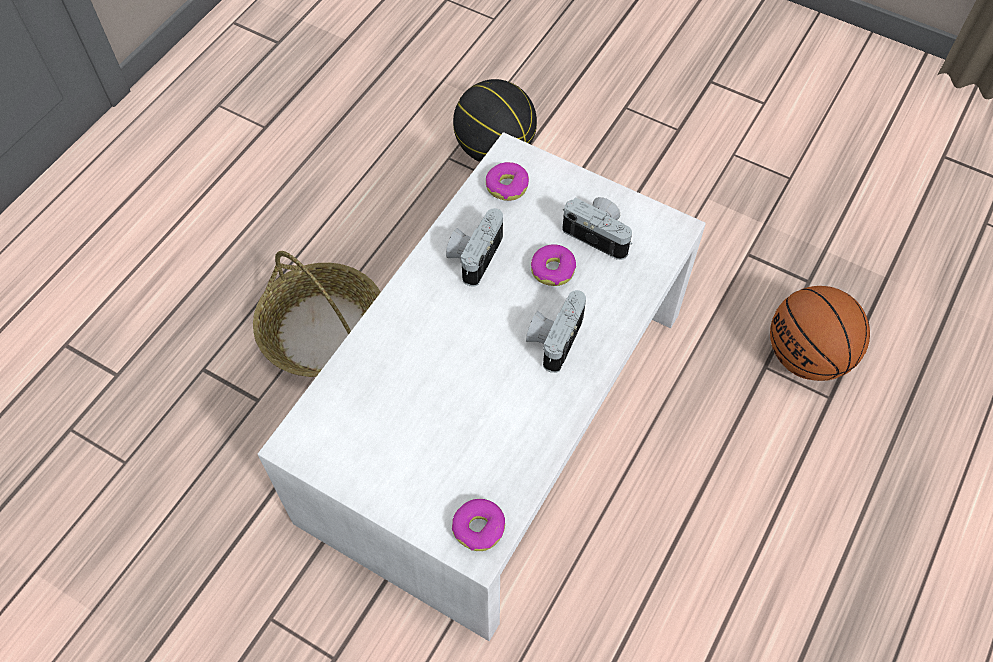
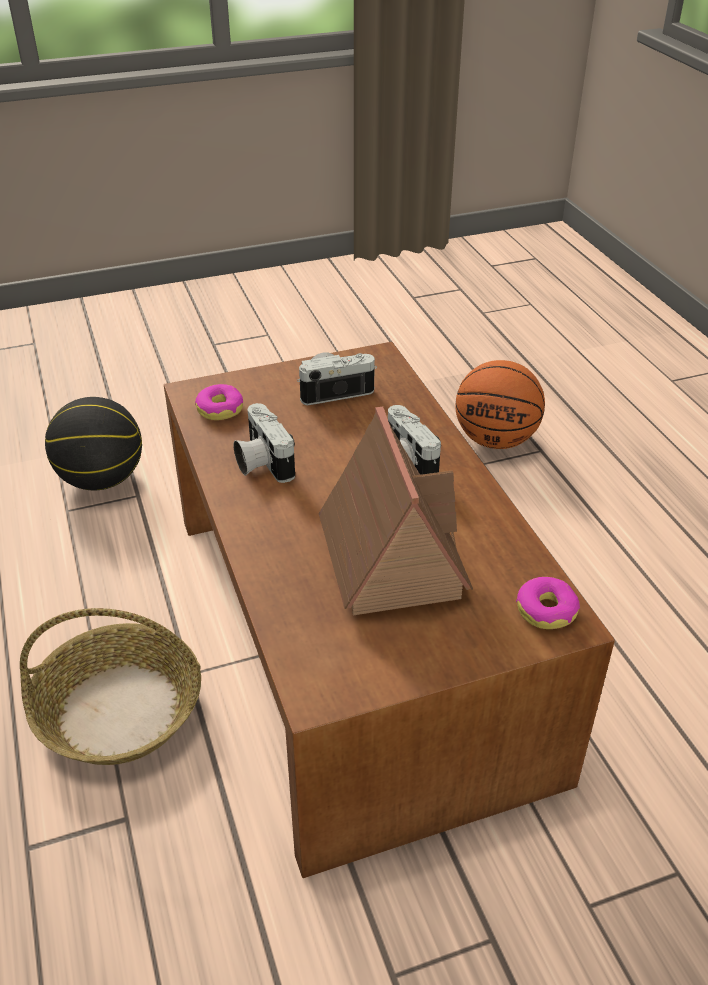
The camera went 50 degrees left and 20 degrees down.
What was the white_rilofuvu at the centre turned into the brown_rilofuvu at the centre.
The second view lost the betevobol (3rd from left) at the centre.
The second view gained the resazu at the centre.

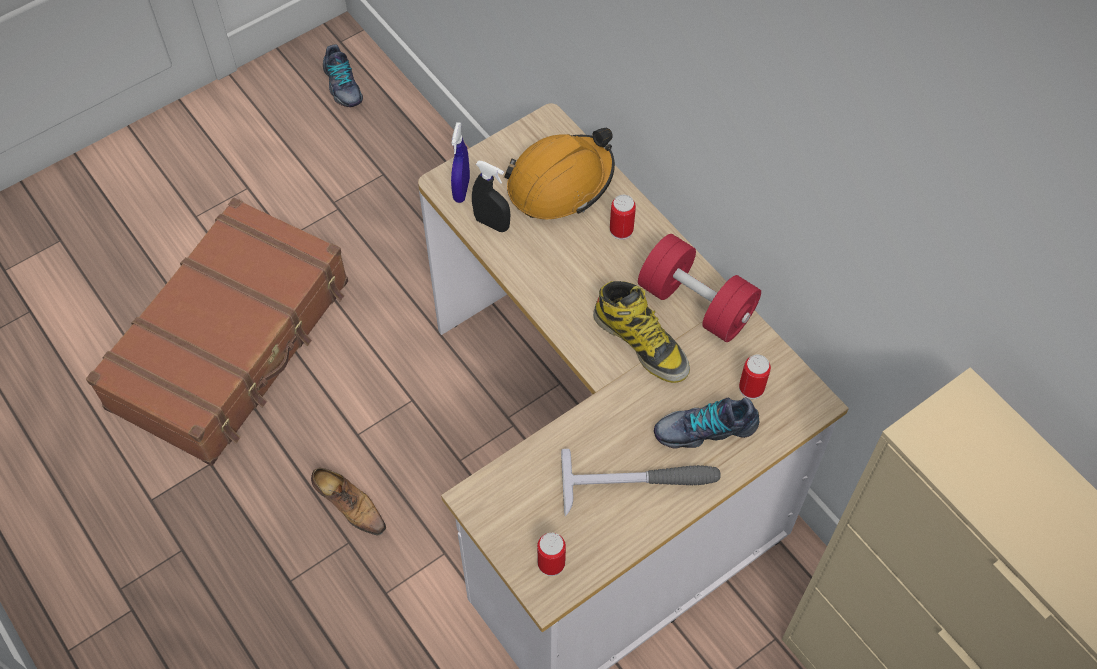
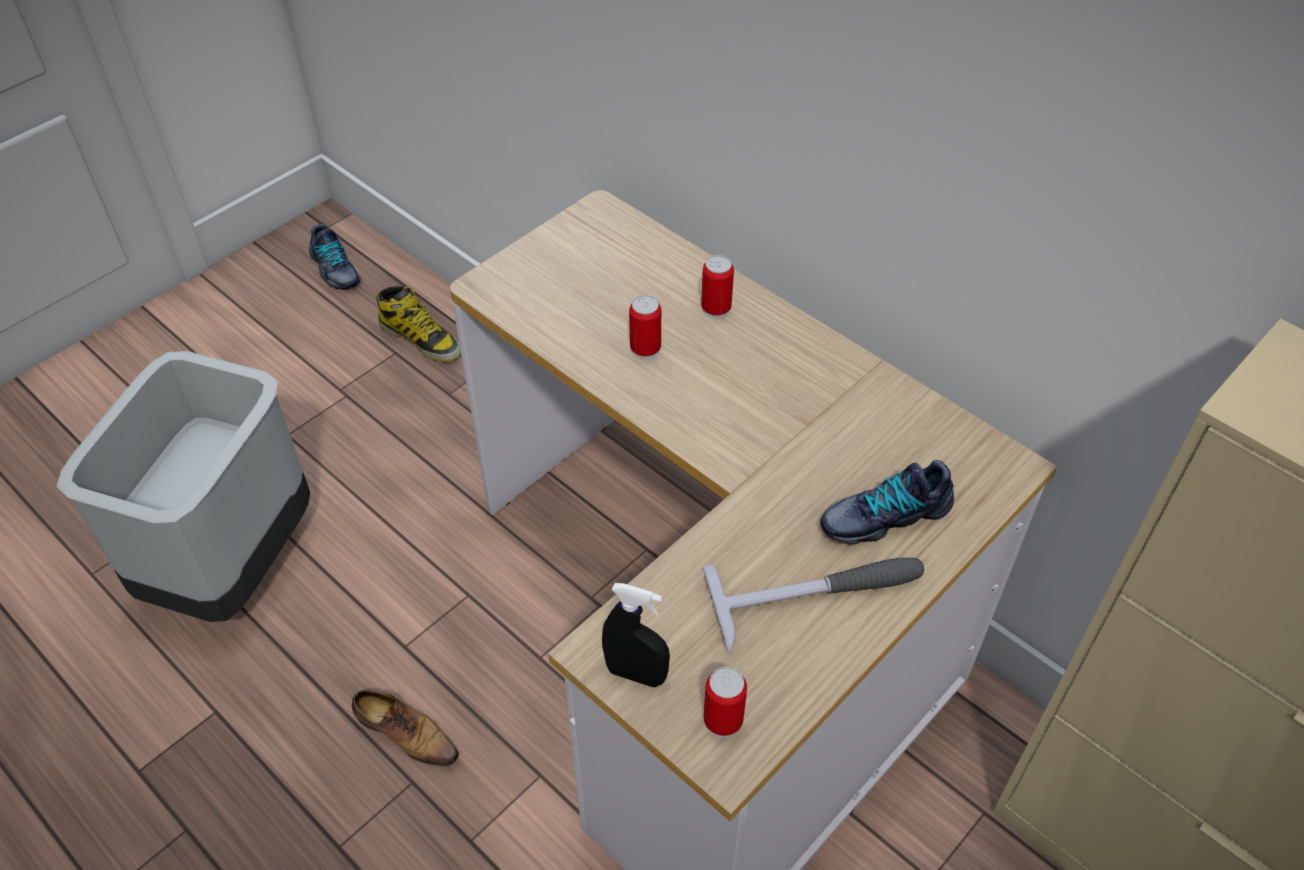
The camera went 10 degrees left and 10 degrees down.
The second view lost the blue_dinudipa at the top centre.
The second view lost the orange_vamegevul at the top centre.
The black_dinudipa ended up elsewhere, having gone from the top centre to the bottom centre.
Where the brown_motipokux stood at the middle left, the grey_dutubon came to stand at the middle left.
The second view lost the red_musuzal at the centre.
The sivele ended up elsewhere, having gone from the centre to the middle left.
The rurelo (3rd from left in the first image) ended up elsewhere, having gone from the middle right to the centre.

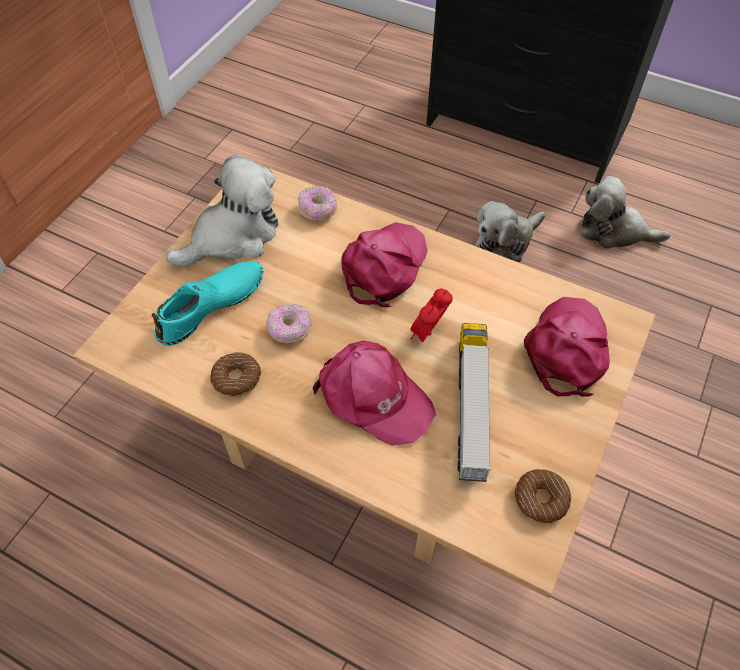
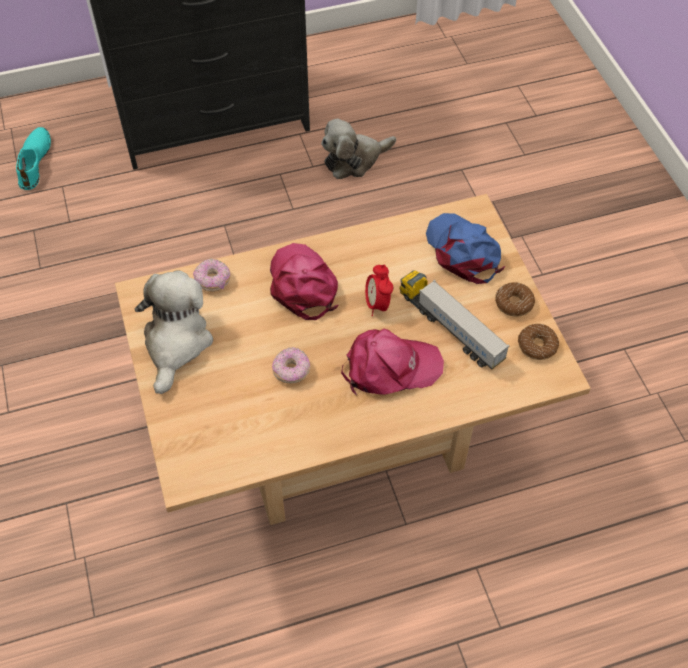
The camera went 45 degrees left and 0 degrees up.
The second view lost the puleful (2nd from left) at the middle right.
The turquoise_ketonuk ended up elsewhere, having gone from the middle left to the top left.
What was the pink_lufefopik (3rd from left) at the middle right turned into the blue_lufefopik at the middle right.
The betevobol (1st from left in the first image) ended up elsewhere, having gone from the middle left to the middle right.

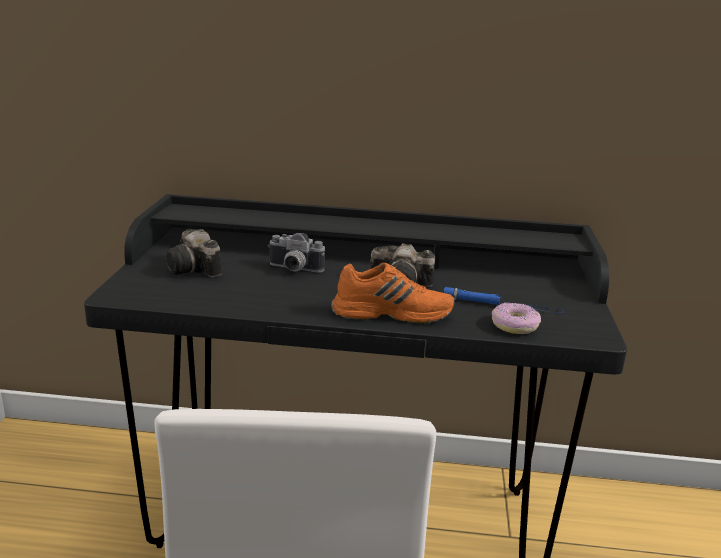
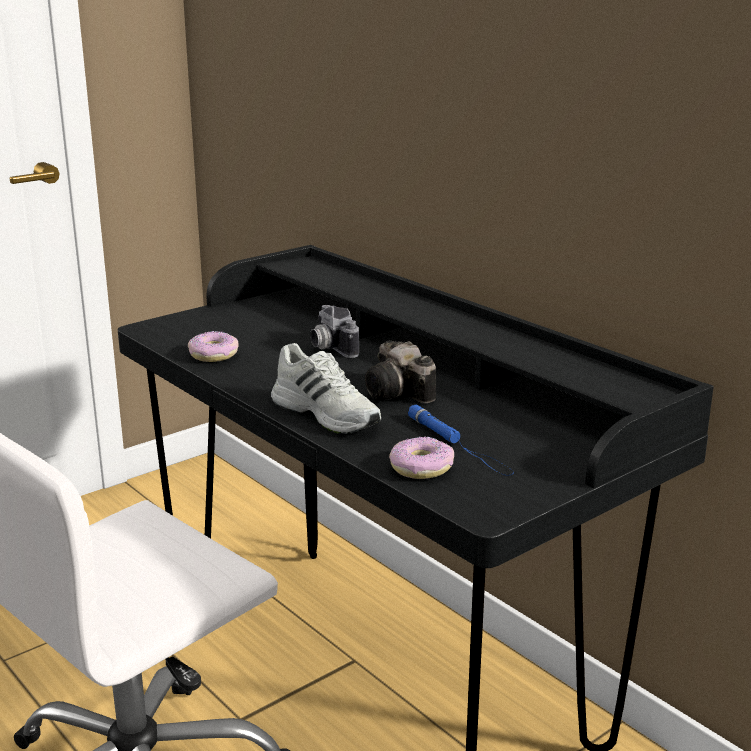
The camera went 45 degrees right and 0 degrees up.
The second view lost the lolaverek (1st from left) at the middle left.
What was the orange_ketonuk at the centre turned into the white_ketonuk at the centre.
The second view gained the betevobol (1st from left) at the middle left.

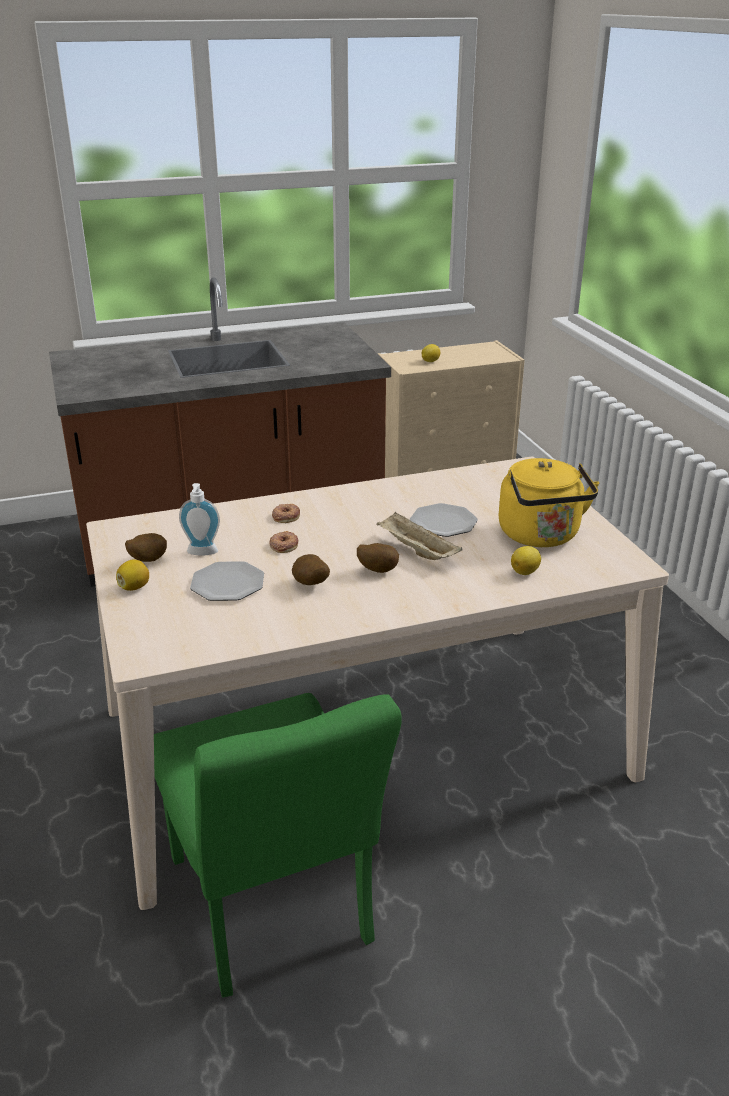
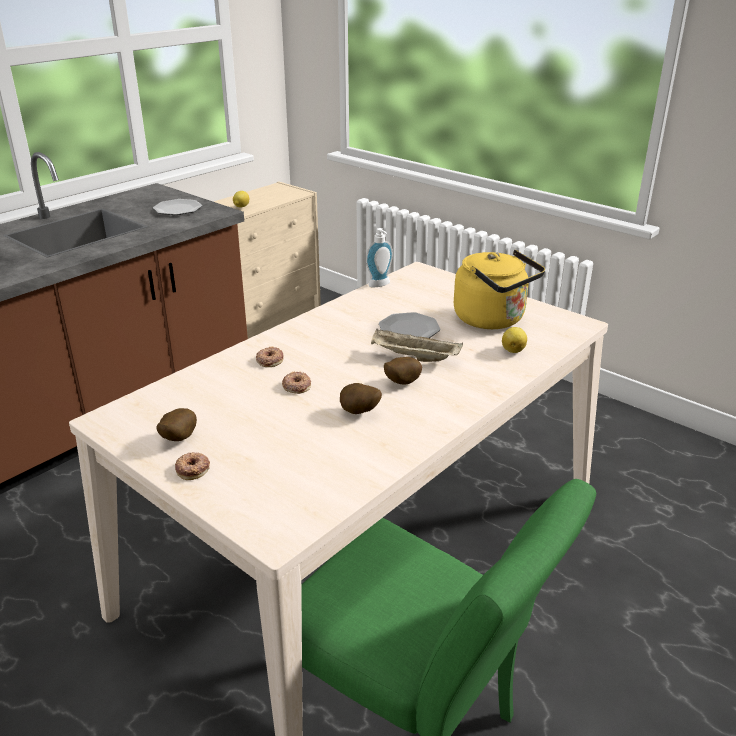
The camera went 30 degrees left and 0 degrees up.
The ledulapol ended up elsewhere, having gone from the middle left to the centre.
Where the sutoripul (1st from left) stood at the middle left, the betevobol (1st from left) came to stand at the middle left.
The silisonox (1st from left) ended up elsewhere, having gone from the middle left to the top left.

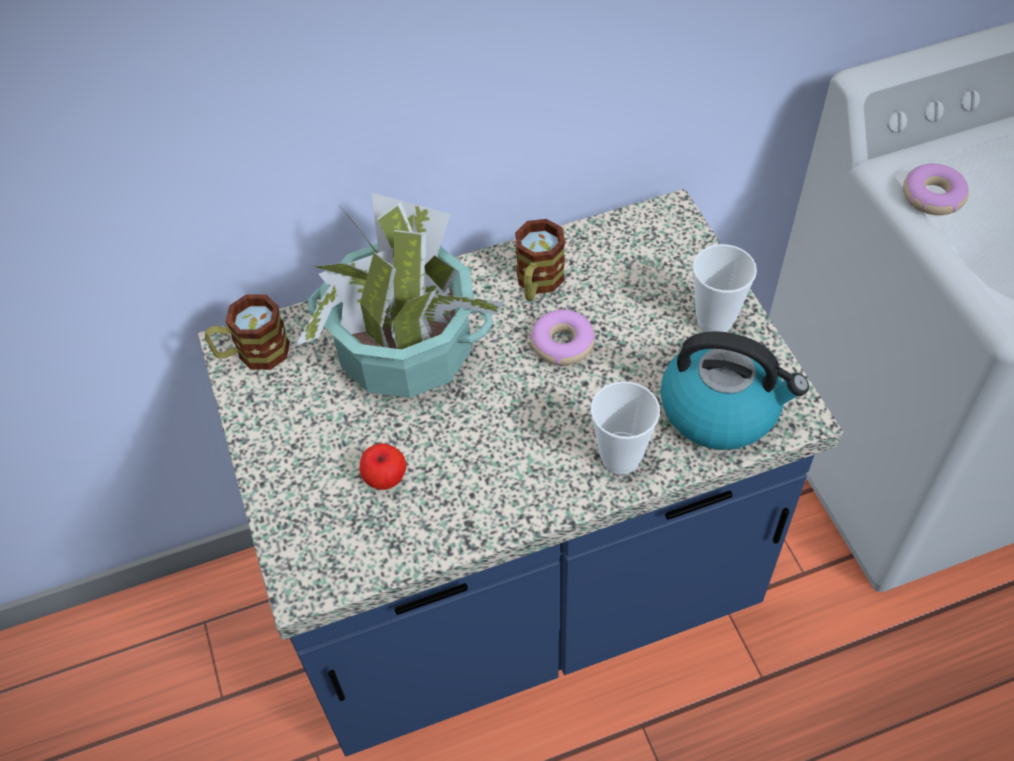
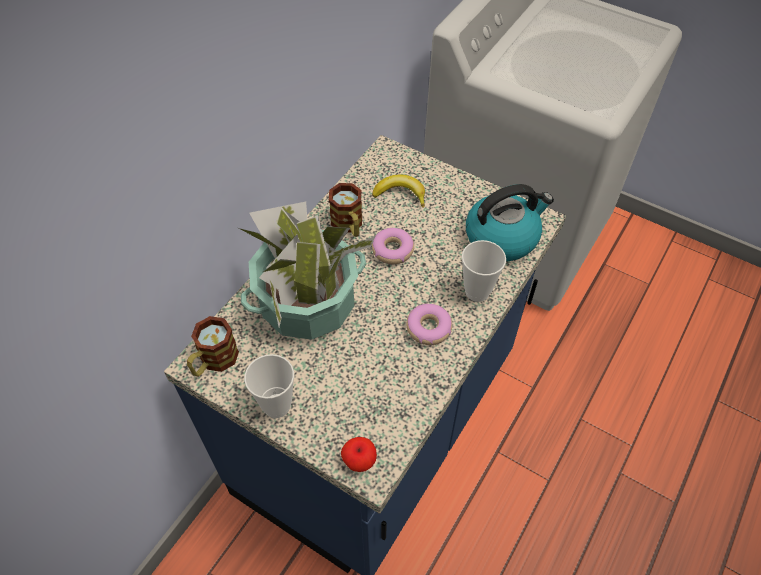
The camera went 40 degrees left and 0 degrees up.
The betevobol (2nd from left) ended up elsewhere, having gone from the top right to the centre.
The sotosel (2nd from left in the first image) ended up elsewhere, having gone from the middle right to the bottom centre.
The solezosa ended up elsewhere, having gone from the centre to the bottom centre.
The second view gained the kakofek at the top centre.

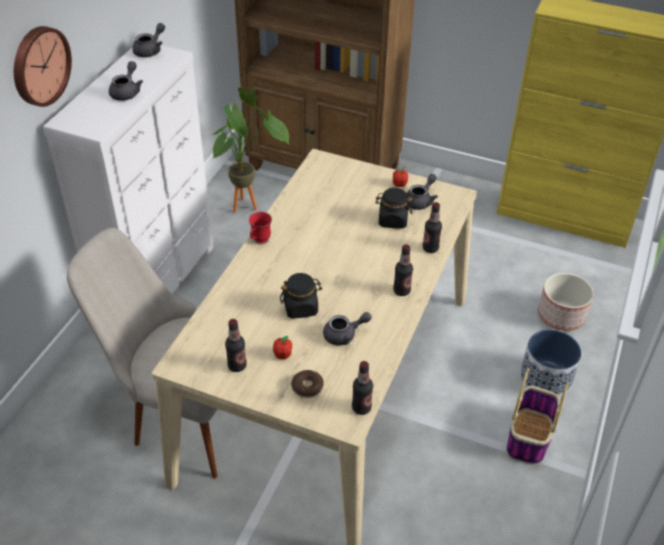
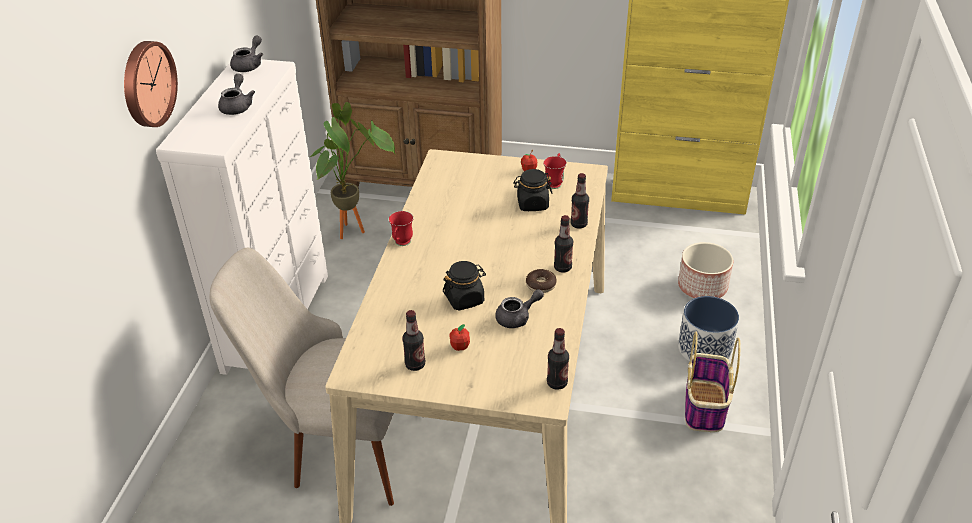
The camera went 10 degrees left and 5 degrees down.
Where the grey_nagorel (4th from left) stood at the centre, the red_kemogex (2nd from left) came to stand at the top centre.
The betevobol ended up elsewhere, having gone from the bottom centre to the centre.

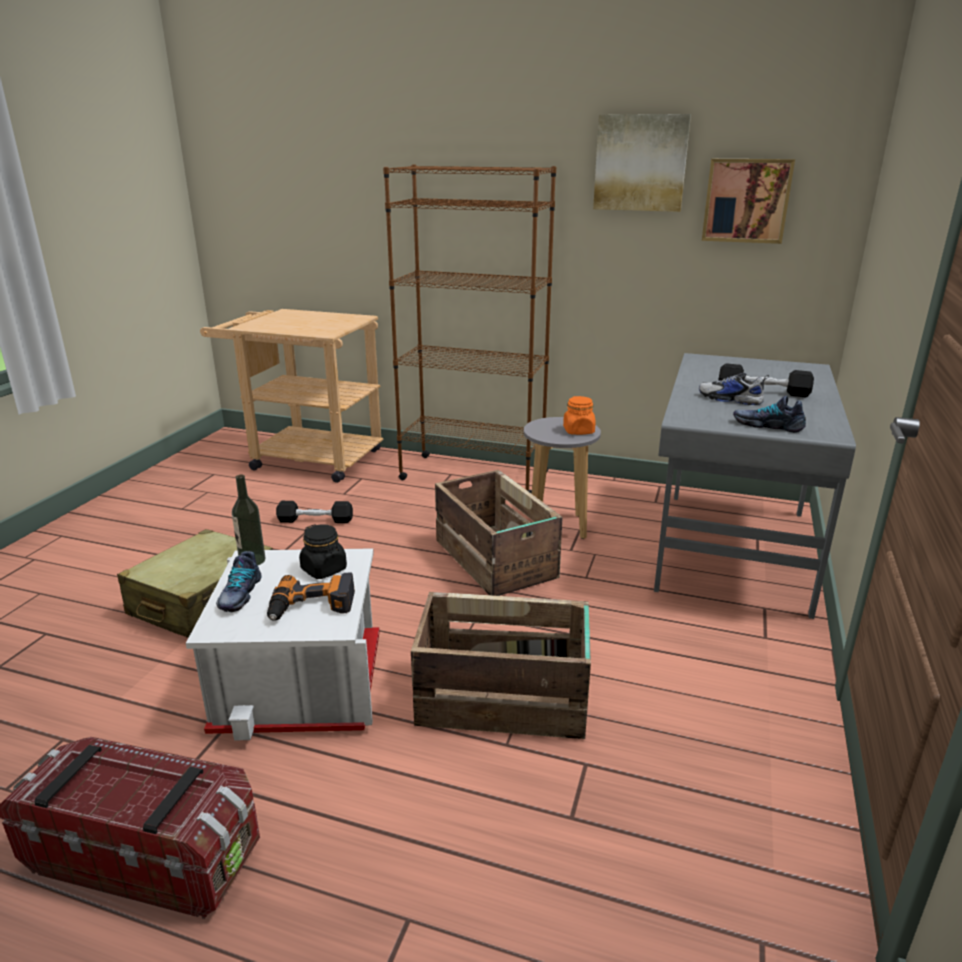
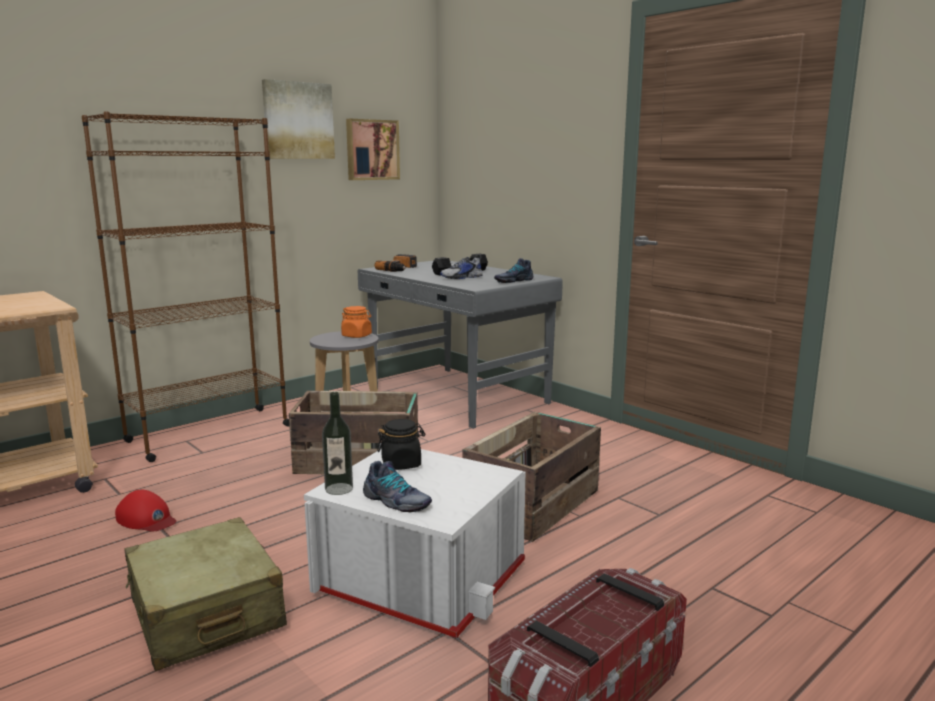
The camera went 60 degrees left and 10 degrees down.
Where the black_musuzal (1st from left) stood at the middle left, the red_lufefopik came to stand at the bottom left.
The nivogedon ended up elsewhere, having gone from the middle left to the centre.

